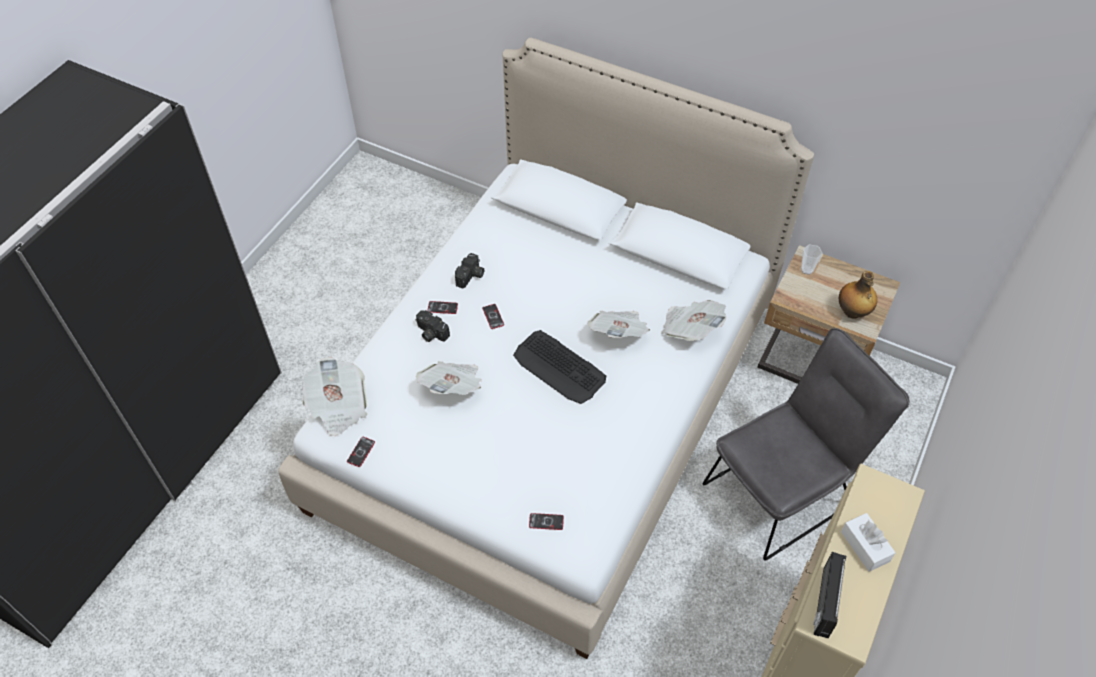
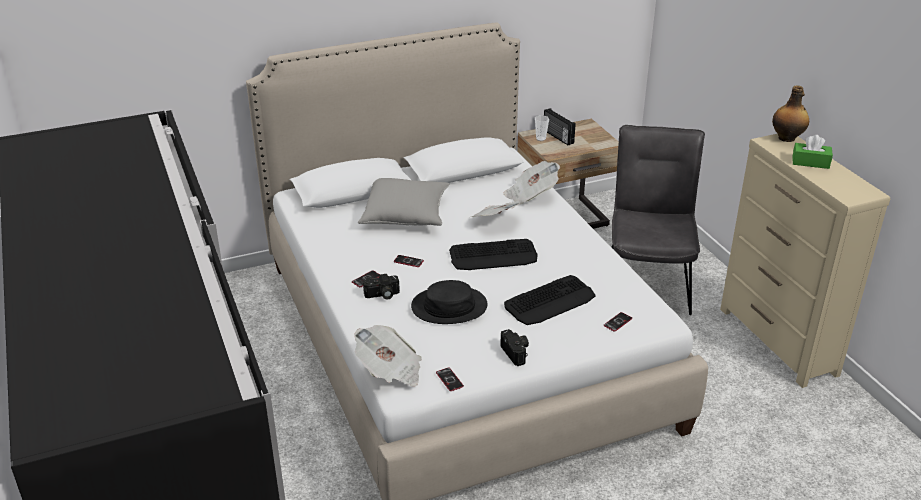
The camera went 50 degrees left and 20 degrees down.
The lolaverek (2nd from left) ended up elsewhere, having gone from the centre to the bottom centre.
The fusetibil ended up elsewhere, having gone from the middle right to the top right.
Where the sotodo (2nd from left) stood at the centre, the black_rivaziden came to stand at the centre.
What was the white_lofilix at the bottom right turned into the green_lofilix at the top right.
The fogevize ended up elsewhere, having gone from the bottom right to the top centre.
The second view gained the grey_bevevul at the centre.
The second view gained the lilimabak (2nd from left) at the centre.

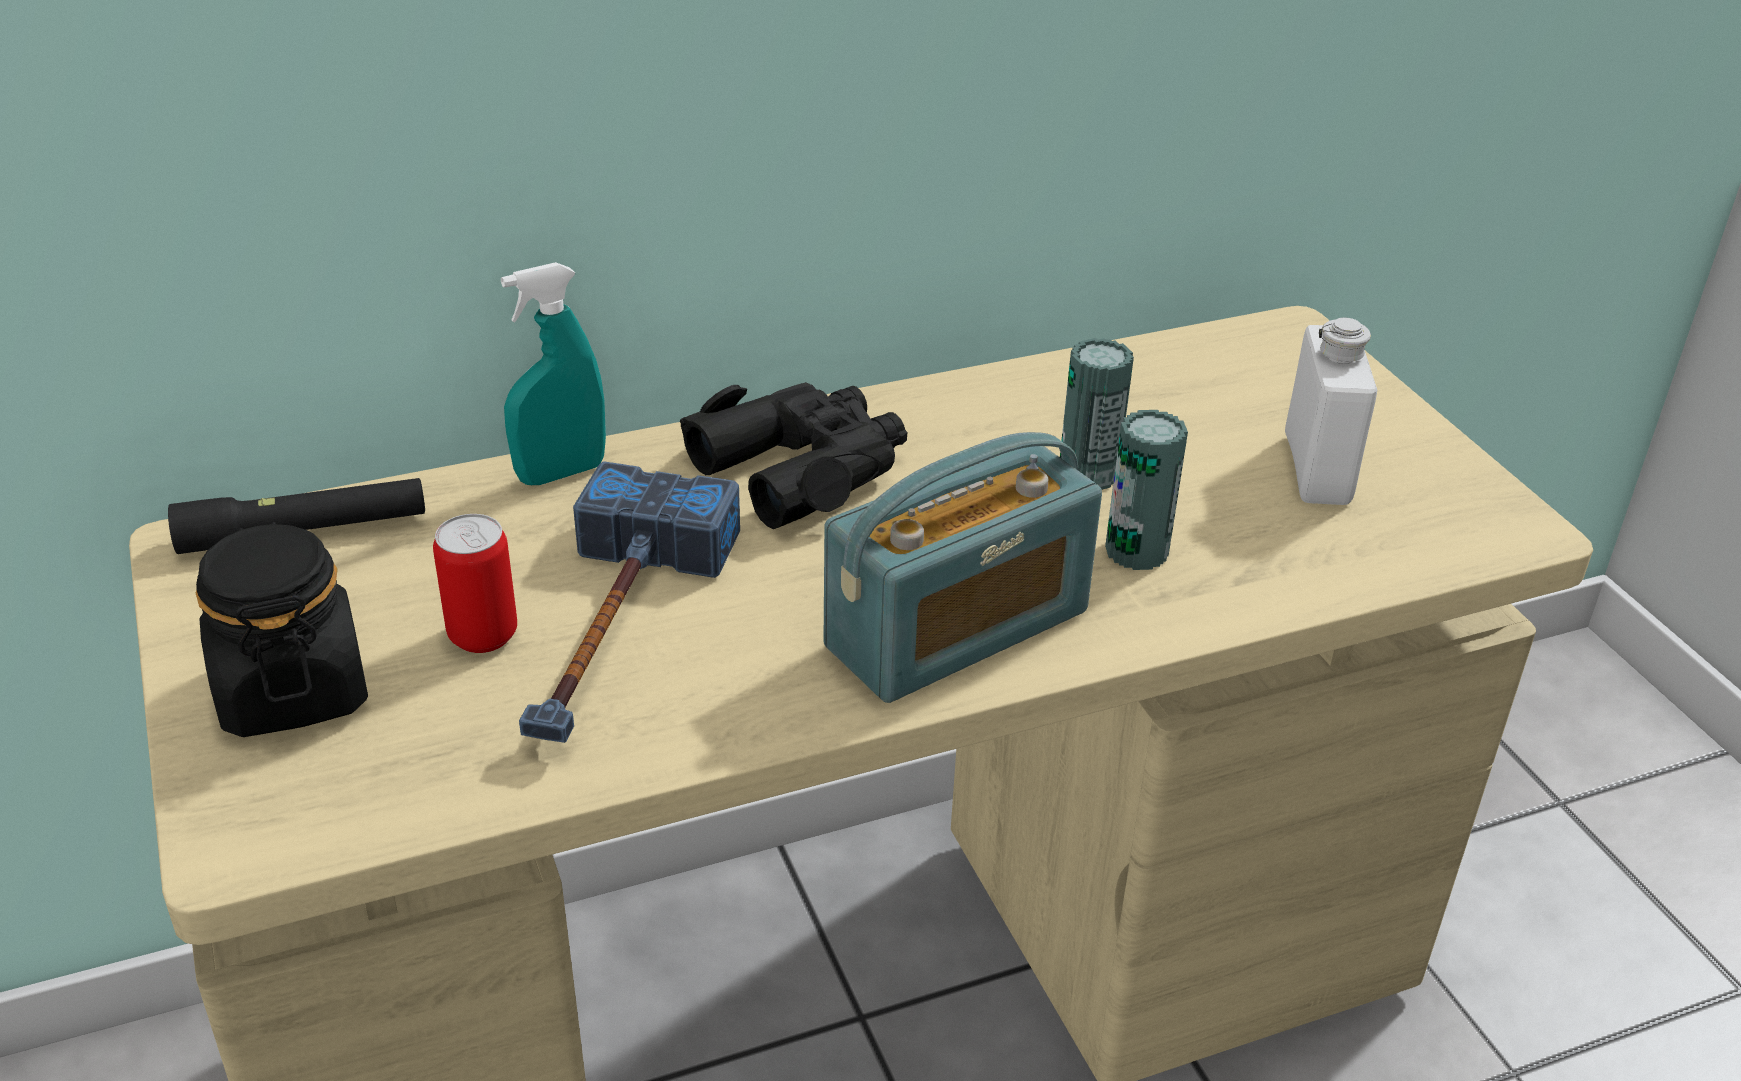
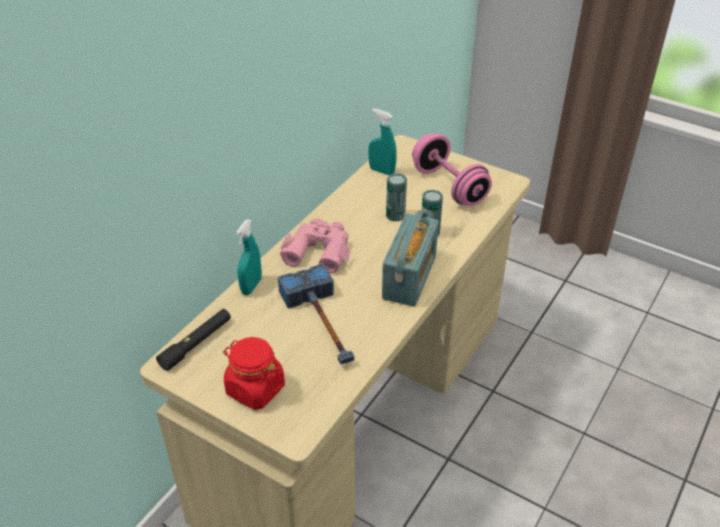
The camera went 35 degrees left and 5 degrees up.
Where the white_fusetibil stood at the middle right, the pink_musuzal came to stand at the top centre.
What was the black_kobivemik at the centre turned into the pink_kobivemik at the centre.
The second view lost the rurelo (1st from left) at the middle left.
What was the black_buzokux at the middle left turned into the red_buzokux at the bottom centre.
The second view gained the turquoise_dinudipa (2nd from left) at the top centre.

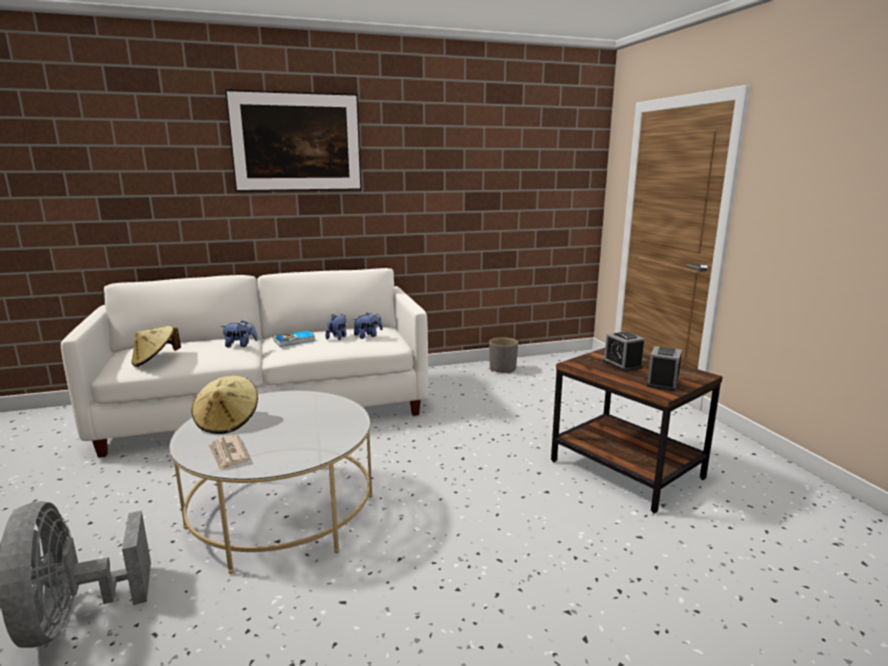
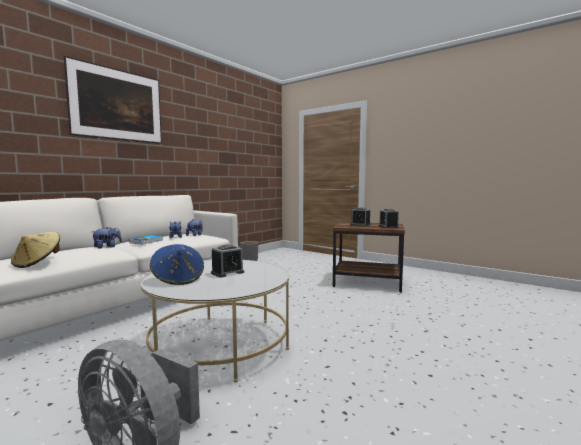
The camera went 35 degrees left and 10 degrees down.
What was the beige_rivaziden (2nd from left) at the middle left turned into the blue_rivaziden at the middle left.
The second view lost the sotodo at the bottom left.
The second view gained the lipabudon (1st from left) at the centre.

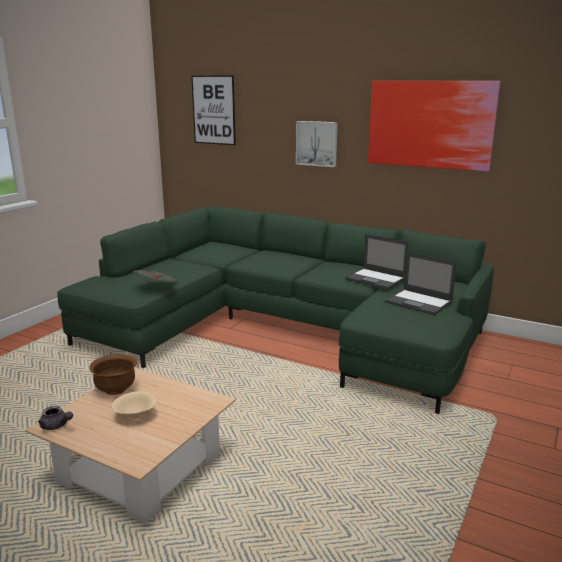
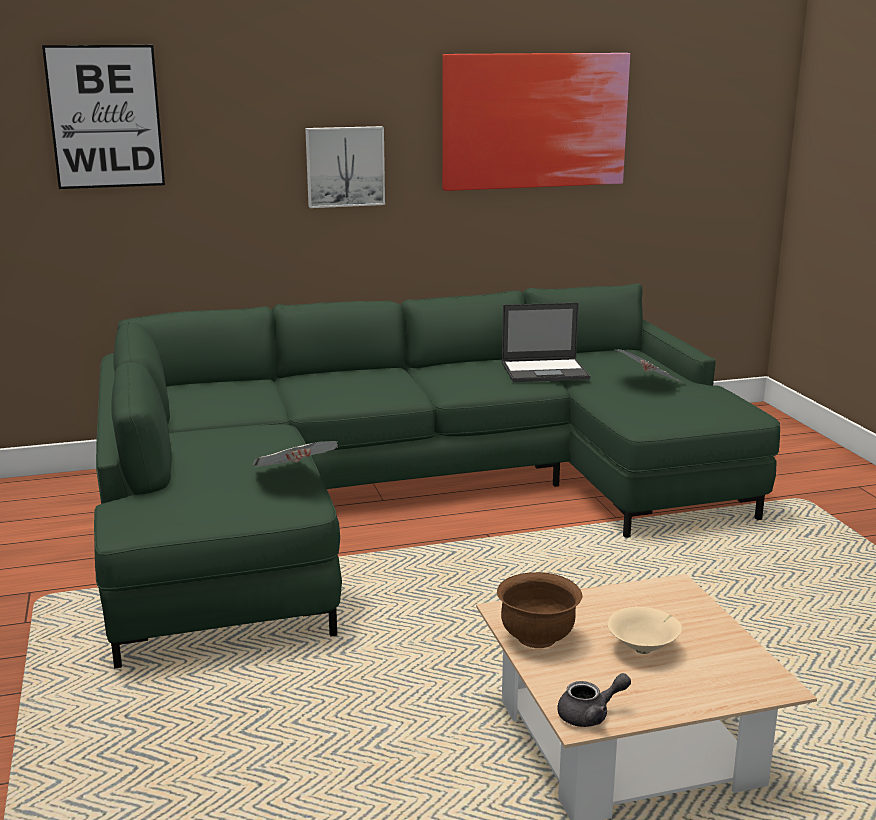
The camera went 45 degrees left and 0 degrees up.
Where the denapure (2nd from left) stood at the middle right, the sotodo (2nd from left) came to stand at the middle right.

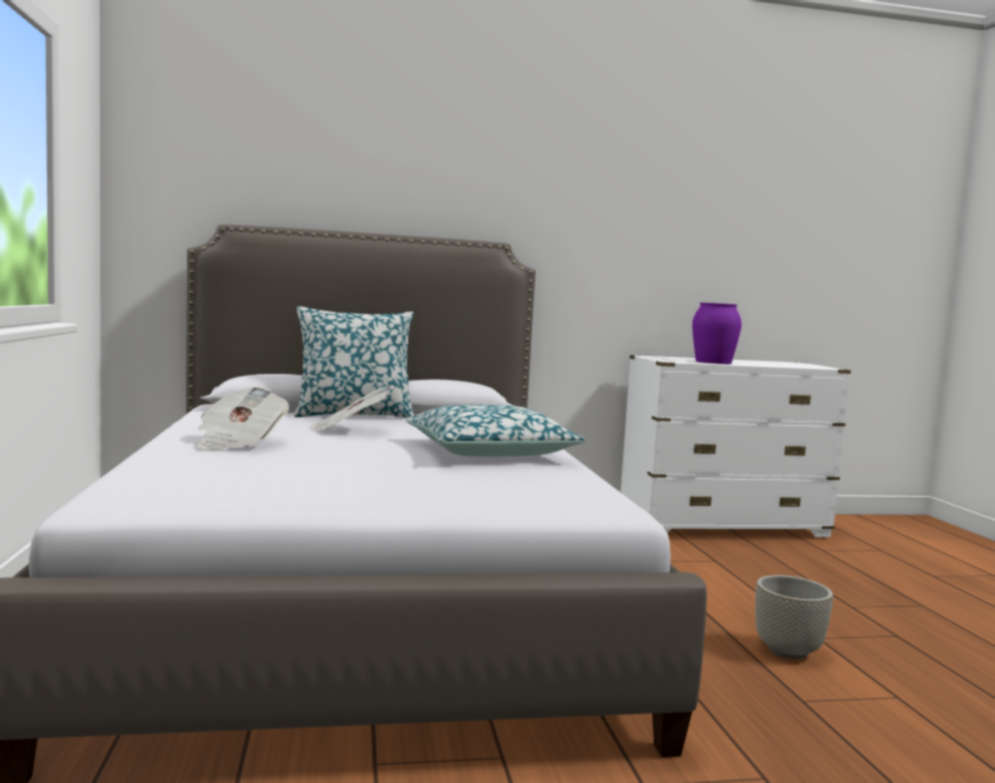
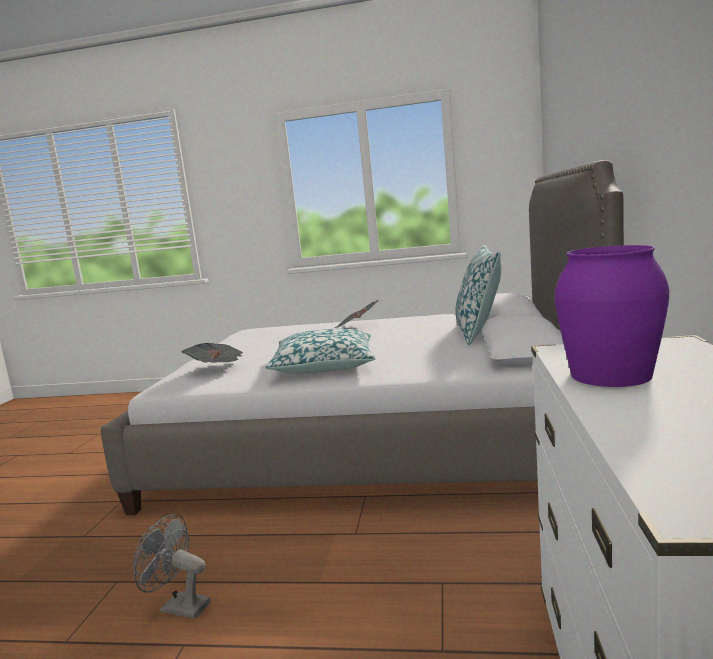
The camera went 110 degrees right and 5 degrees up.
The sotodo (2nd from left in the first image) ended up elsewhere, having gone from the centre to the middle left.
Where the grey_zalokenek stood at the bottom right, the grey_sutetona came to stand at the bottom left.

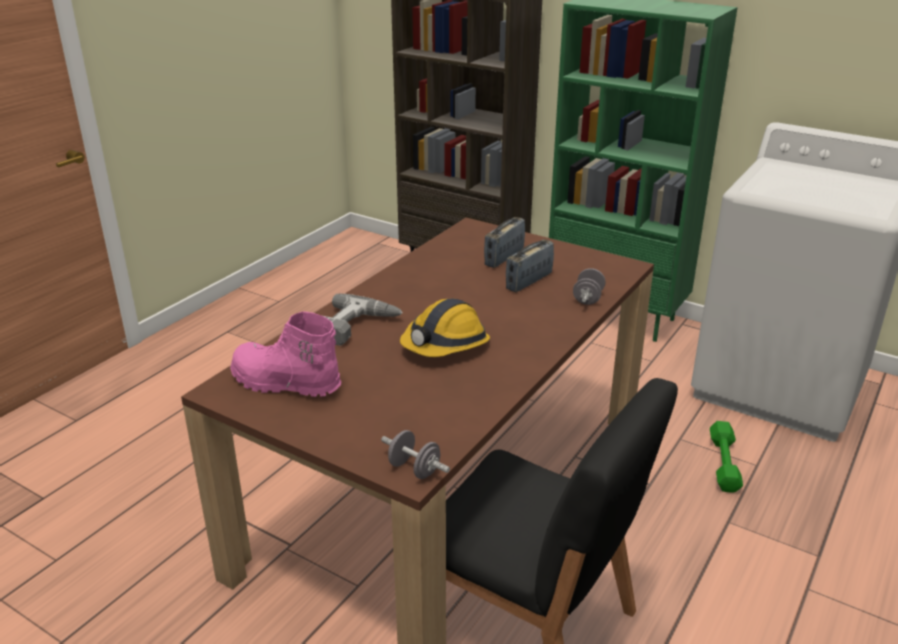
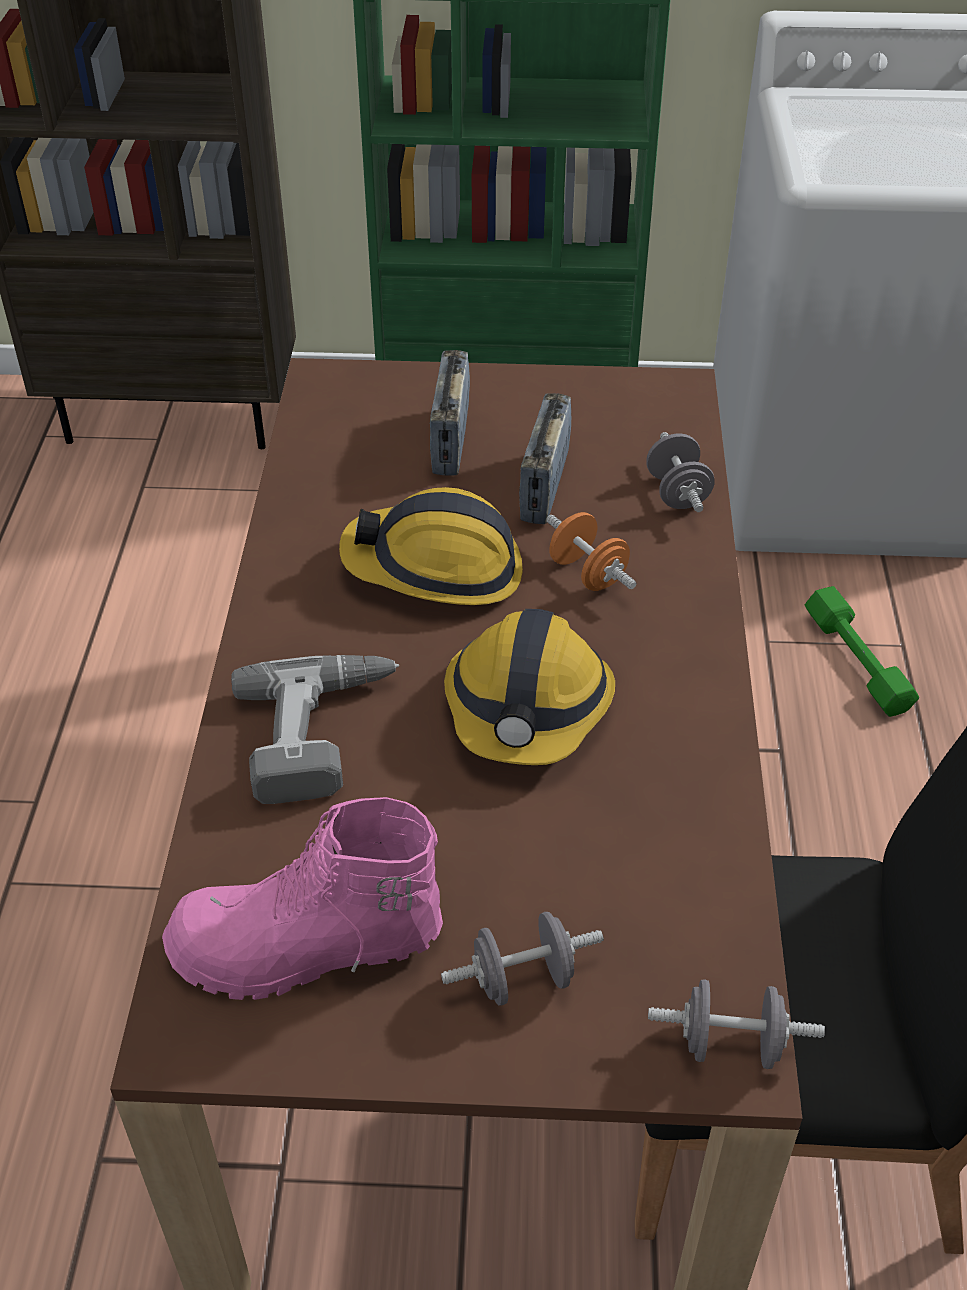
The camera went 30 degrees left and 15 degrees up.
The second view gained the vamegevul (1st from left) at the centre.
The second view gained the orange_musuzal at the centre.
The second view gained the grey_musuzal (1st from left) at the bottom centre.

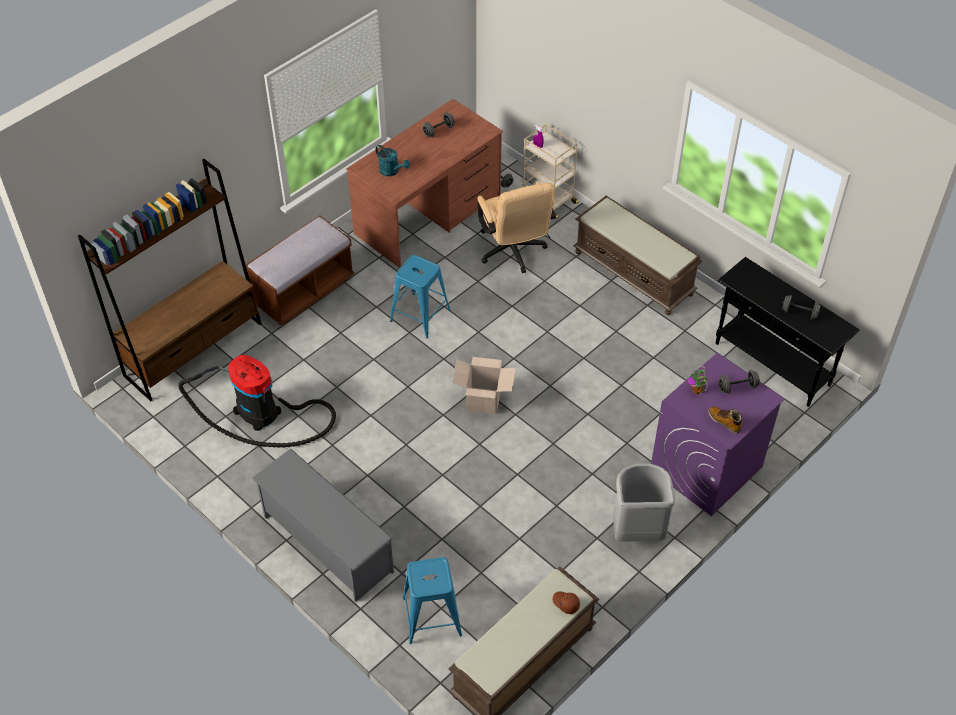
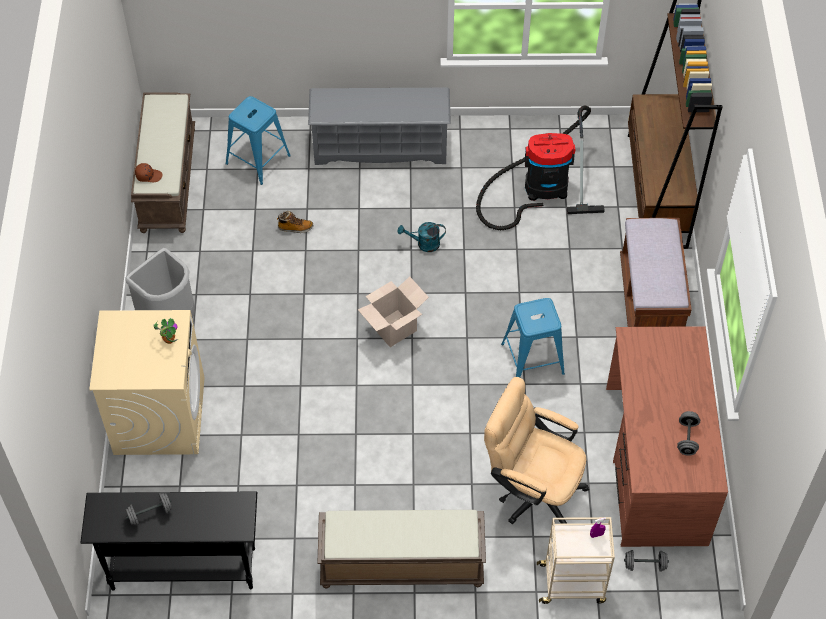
The camera went 135 degrees right and 5 degrees up.
The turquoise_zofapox ended up elsewhere, having gone from the top centre to the centre.
What was the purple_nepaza at the middle right turned into the beige_nepaza at the middle left.
The second view lost the grey_musuzal (3rd from left) at the middle right.
The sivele ended up elsewhere, having gone from the middle right to the centre.

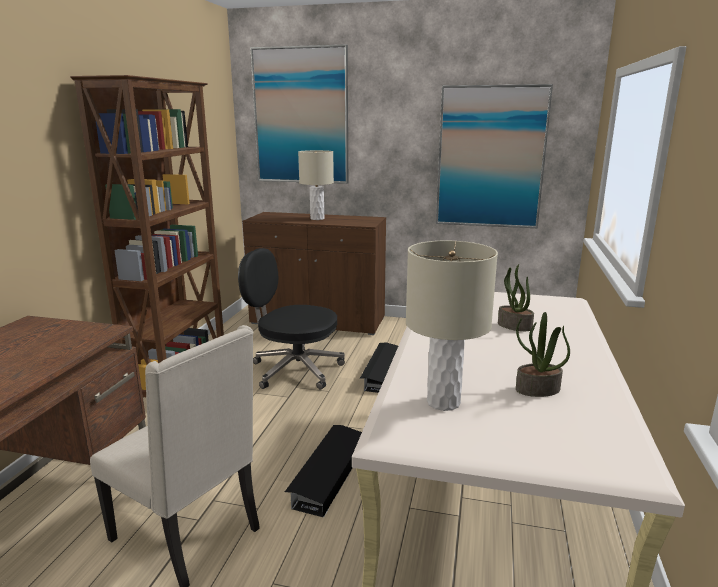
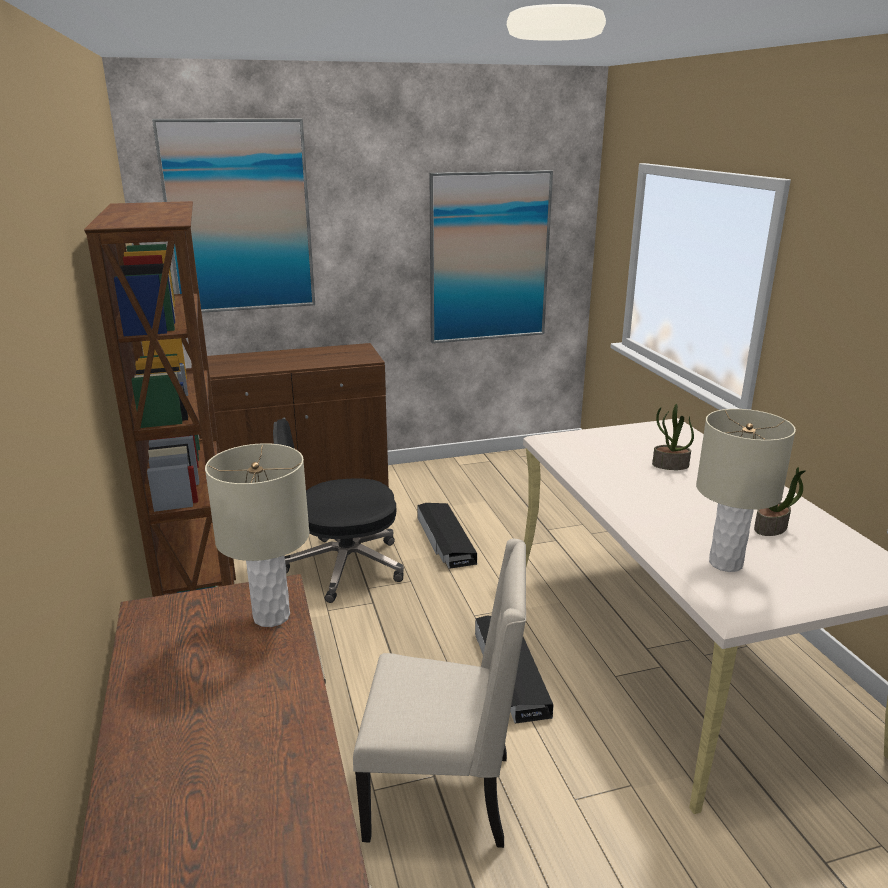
The camera went 30 degrees left and 5 degrees up.
The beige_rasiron (1st from left) ended up elsewhere, having gone from the top centre to the middle left.

